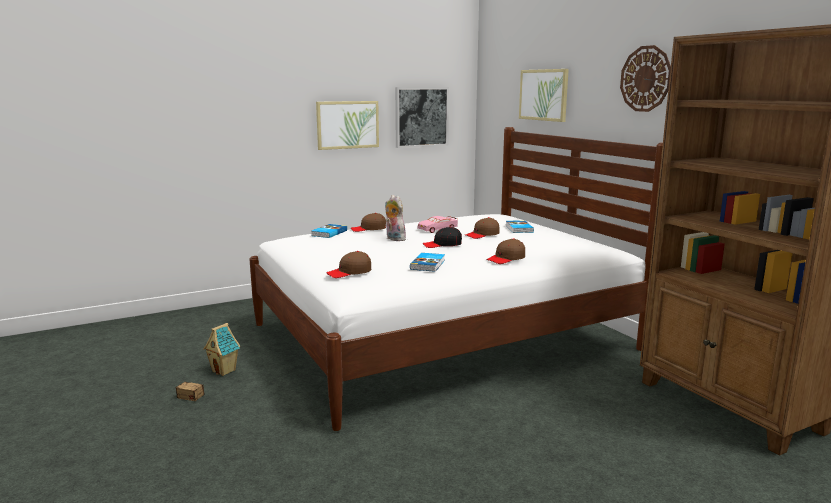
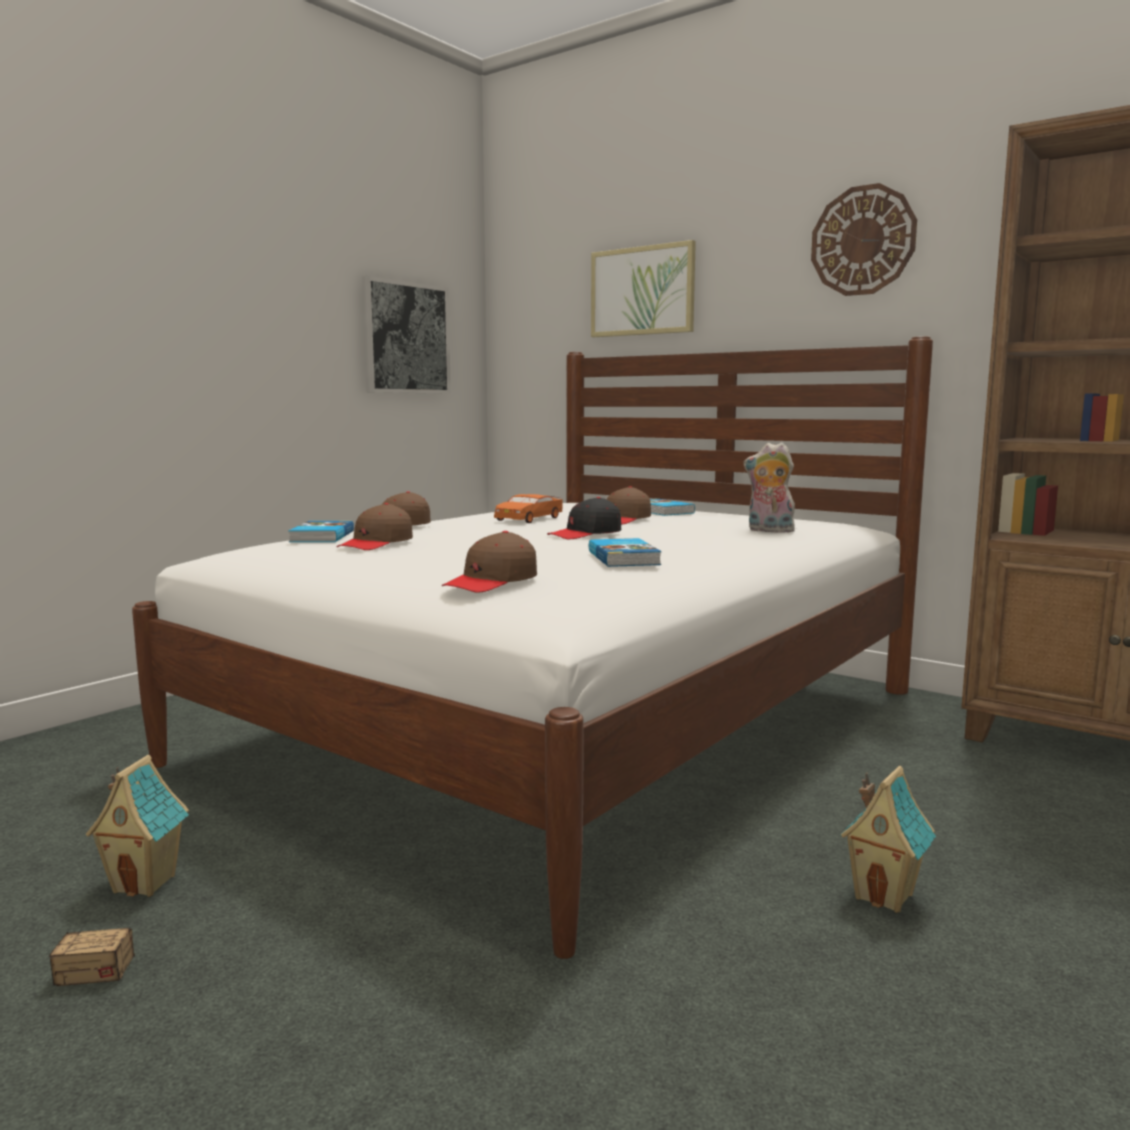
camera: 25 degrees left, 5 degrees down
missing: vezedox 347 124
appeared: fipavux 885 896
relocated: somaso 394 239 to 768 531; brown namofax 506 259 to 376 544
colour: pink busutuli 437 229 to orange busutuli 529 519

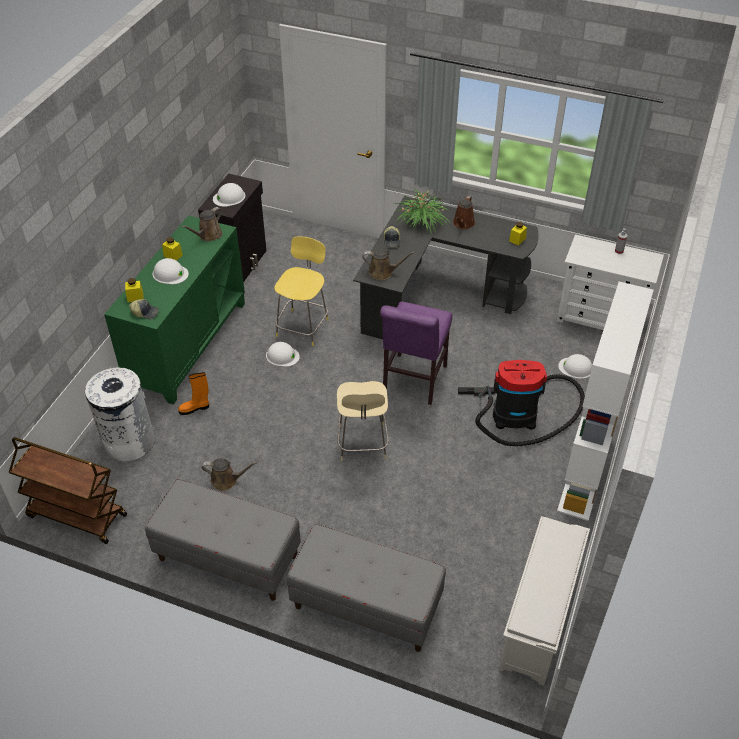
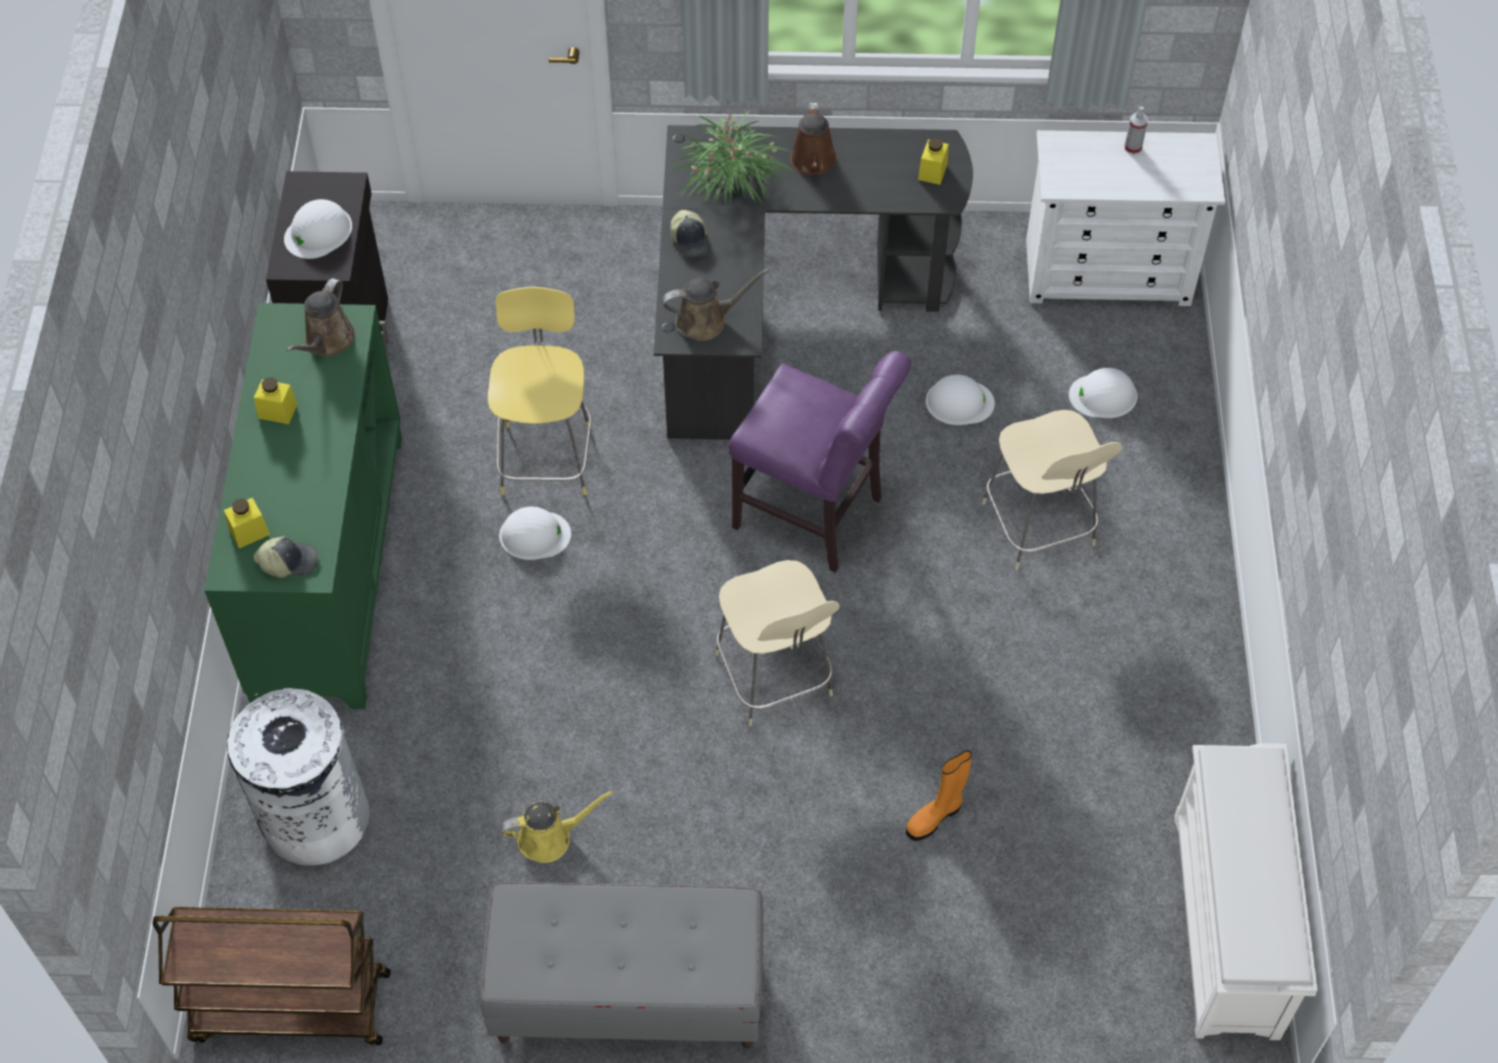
camera: 20 degrees left, 10 degrees up
missing: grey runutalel 366 606; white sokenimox 585 474
relocated: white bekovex 170 273 to 959 402; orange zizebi 195 408 to 935 817
exchanged: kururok 519 415 to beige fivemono 1039 527
colour: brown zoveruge 226 480 to yellow zoveruge 550 837
spun: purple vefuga 413 382 = 814 516 60 degrees counterclockwise

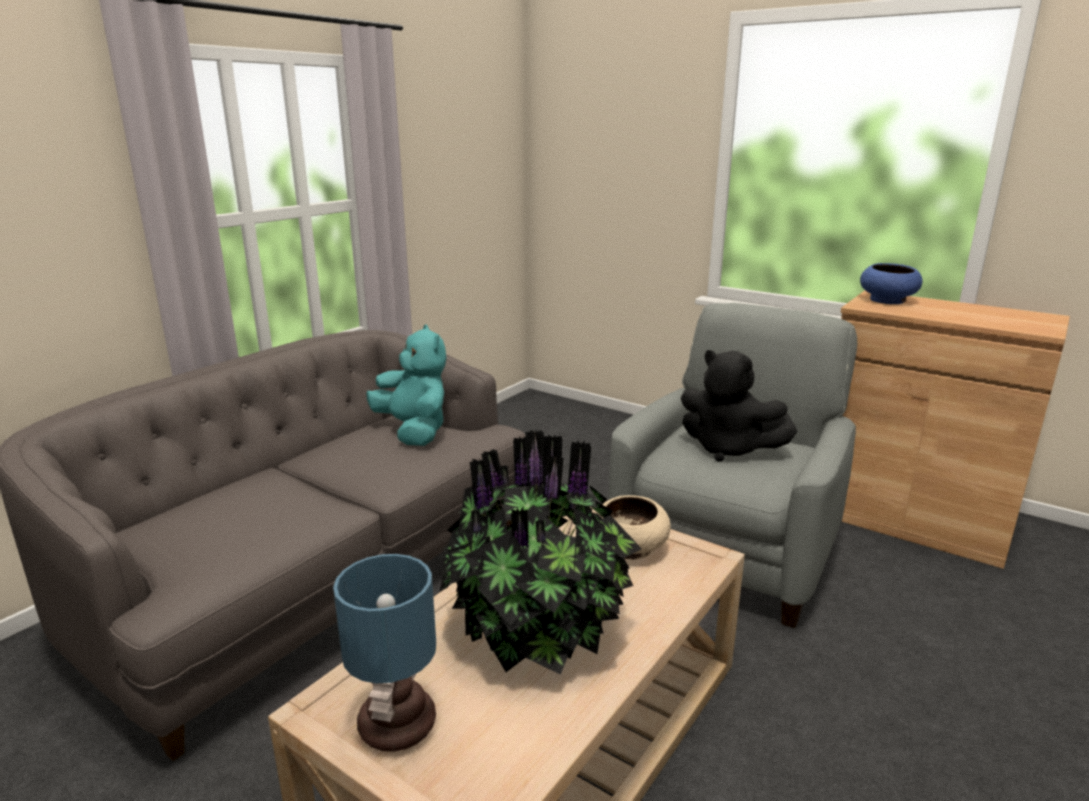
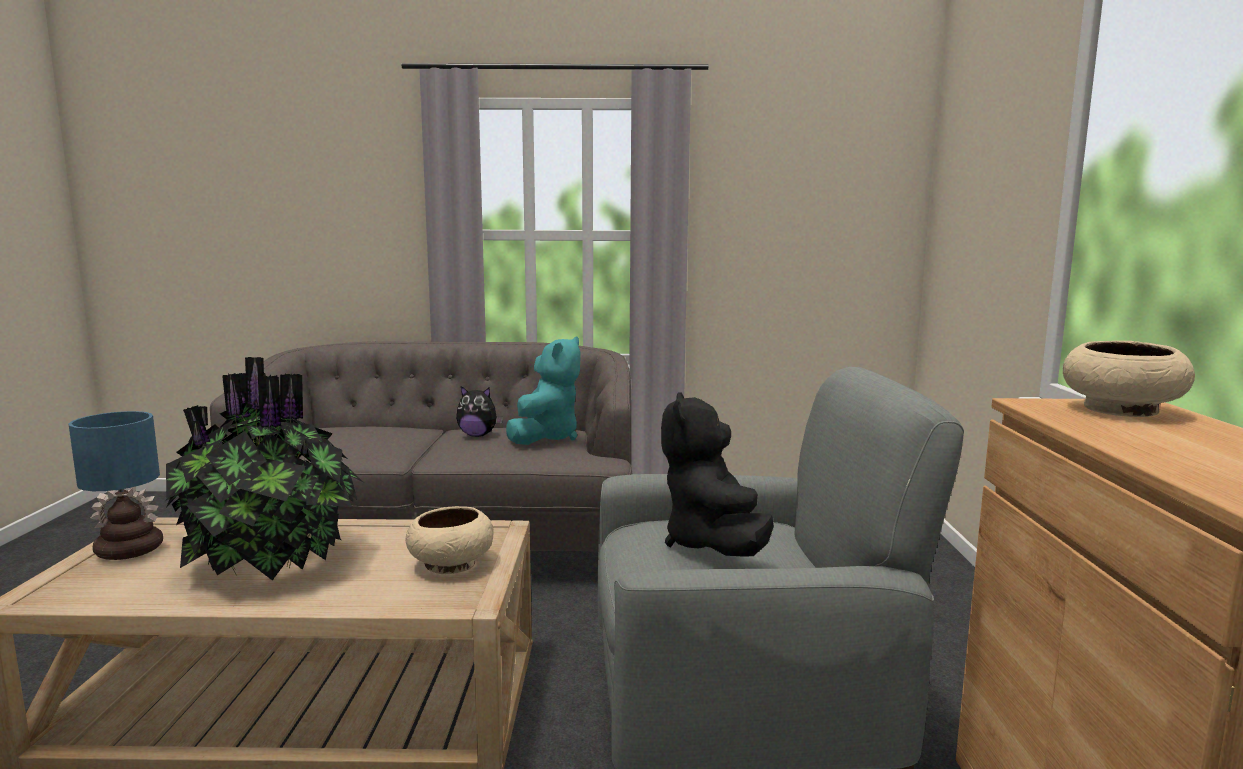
camera: 55 degrees right, 10 degrees down
appeared: somaso 478 435
colour: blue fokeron 888 300 to beige fokeron 1121 411

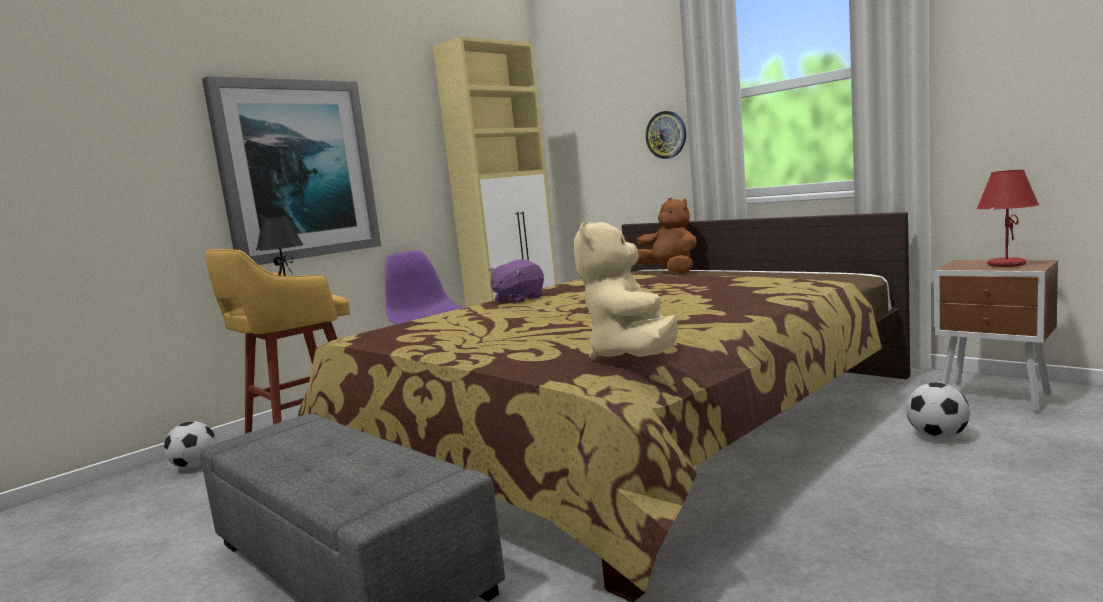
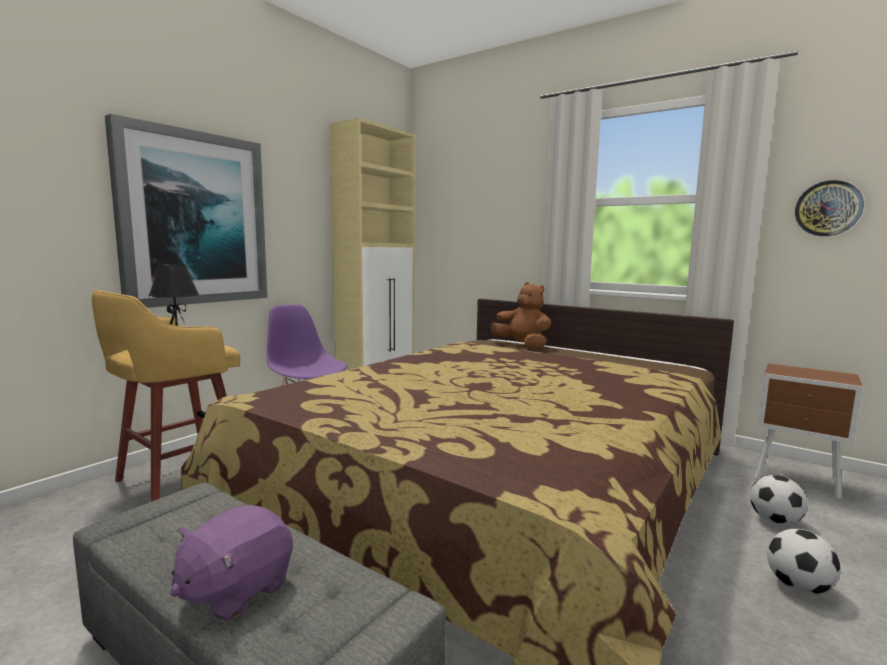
camera: 10 degrees left, 0 degrees up
missing: beige somaso 633 356; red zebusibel 1006 264
relocated: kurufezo 195 466 to 798 587; purple somaso 518 300 to 235 590; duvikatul 666 135 to 828 208

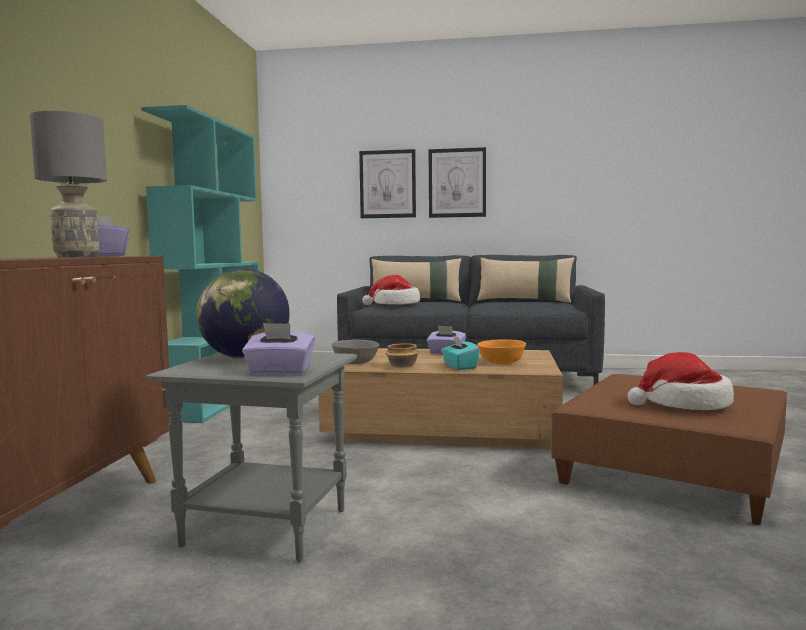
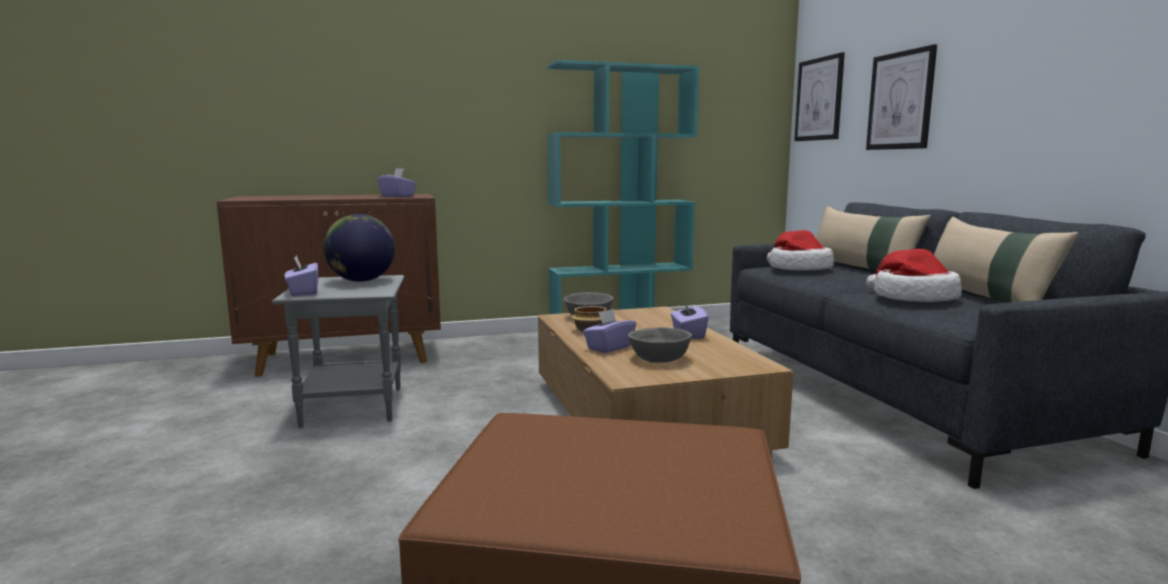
camera: 65 degrees right, 5 degrees up
missing: grey zebusibel 77 257
relocated: vezedox 457 183 to 819 99; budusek 683 404 to 912 298
colour: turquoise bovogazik 459 367 to purple bovogazik 609 347; orange fokeron 501 362 to grey fokeron 658 359

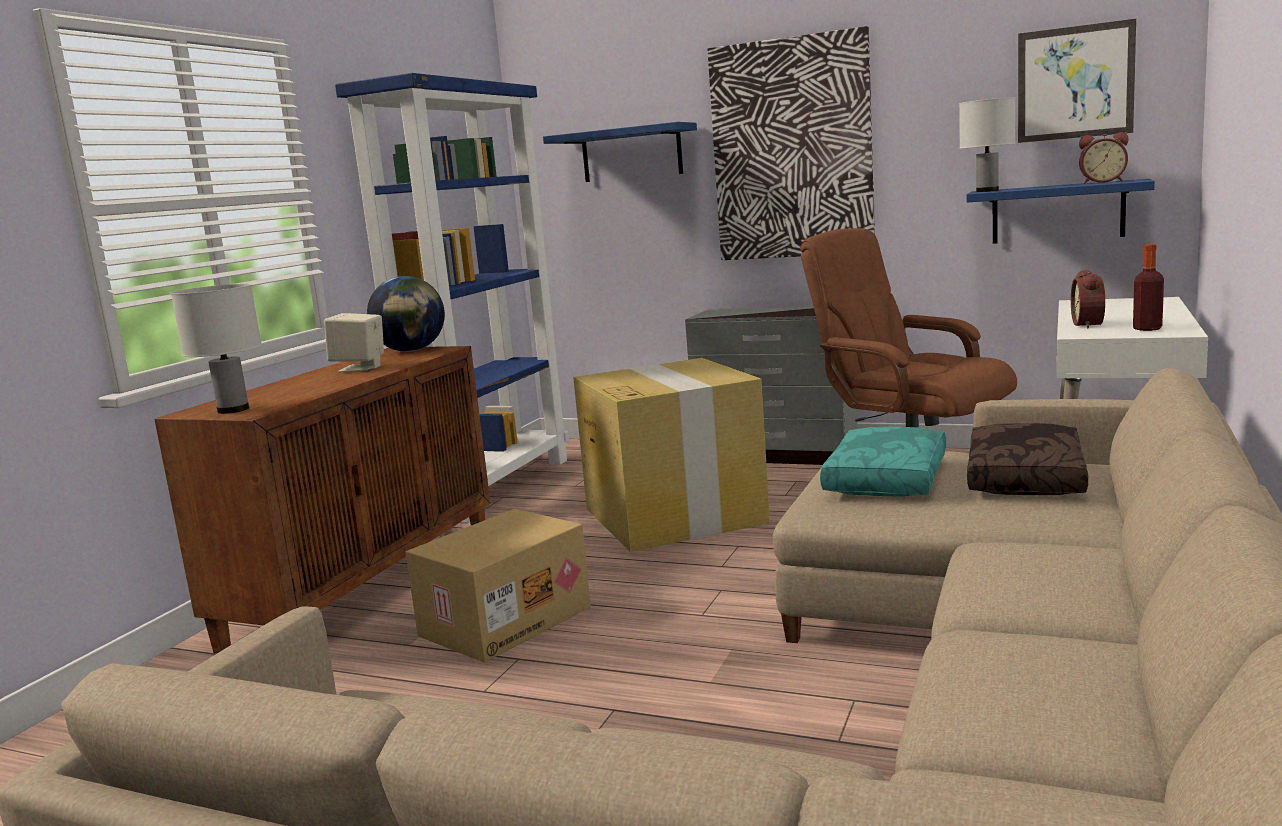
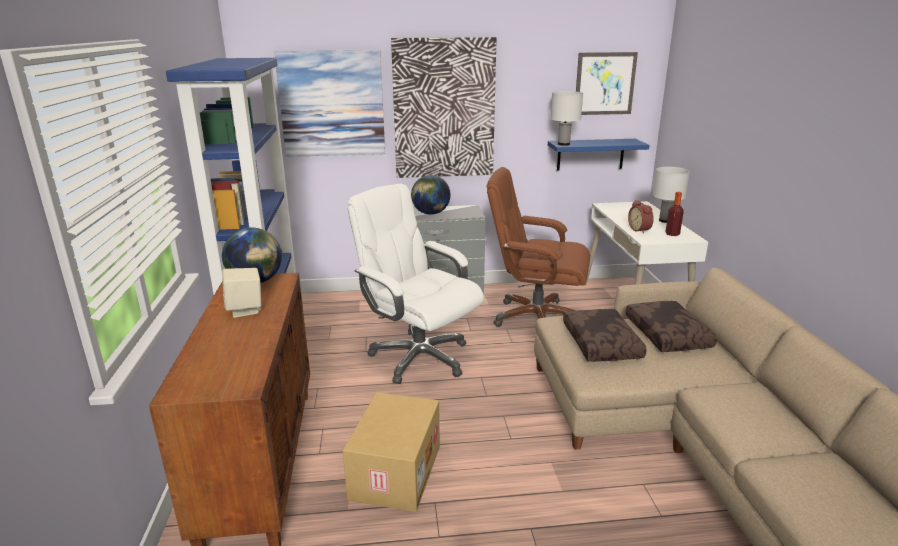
camera: 30 degrees left, 10 degrees up
missing: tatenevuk 1102 182
appeared: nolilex 430 213
relocated: white zebusibel 232 410 to 665 221
exchanged: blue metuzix 631 154 to vezedox 332 104; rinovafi 673 515 to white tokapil 418 357
colour: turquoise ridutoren 888 480 to brown ridutoren 602 344

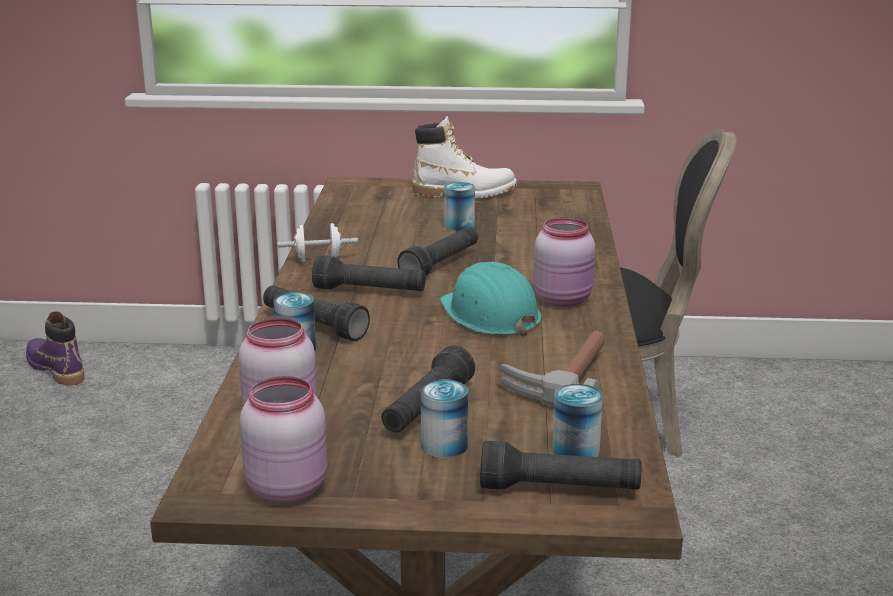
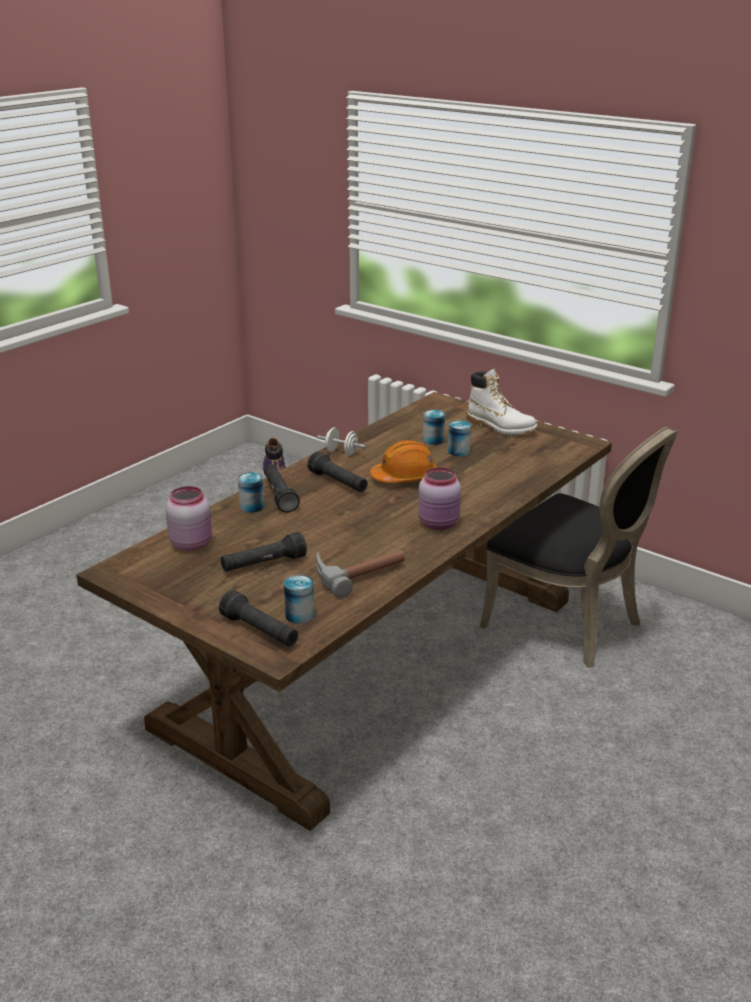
camera: 35 degrees right, 5 degrees up
missing: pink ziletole 287 486; turquoise bekovex 490 314
relocated: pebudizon 444 445 to 433 440
exchanged: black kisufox 441 265 to orange bekovex 404 477

